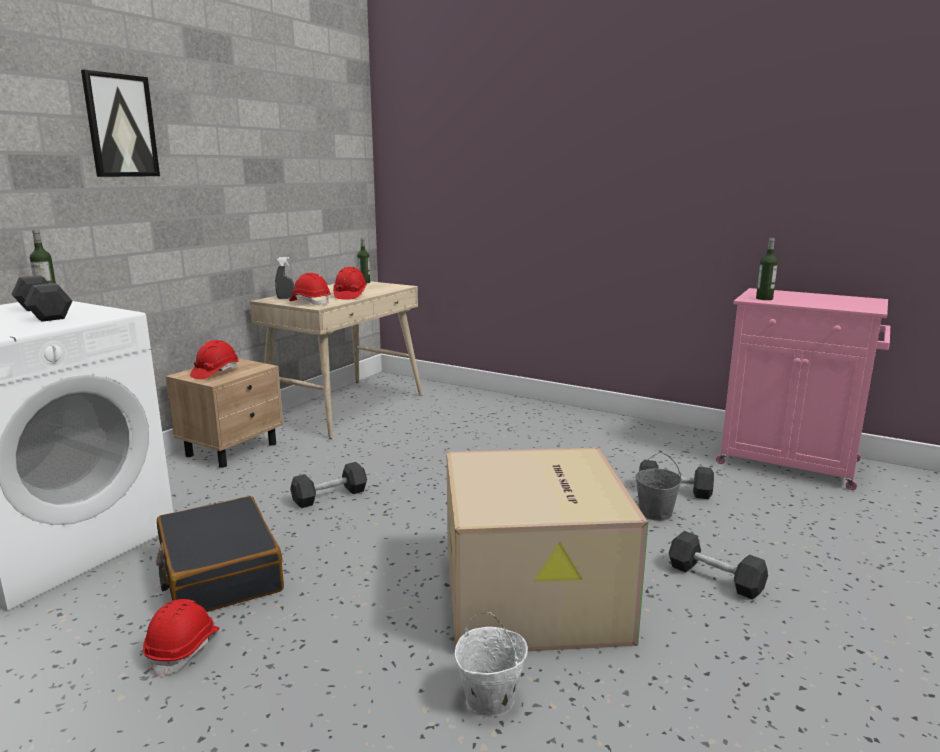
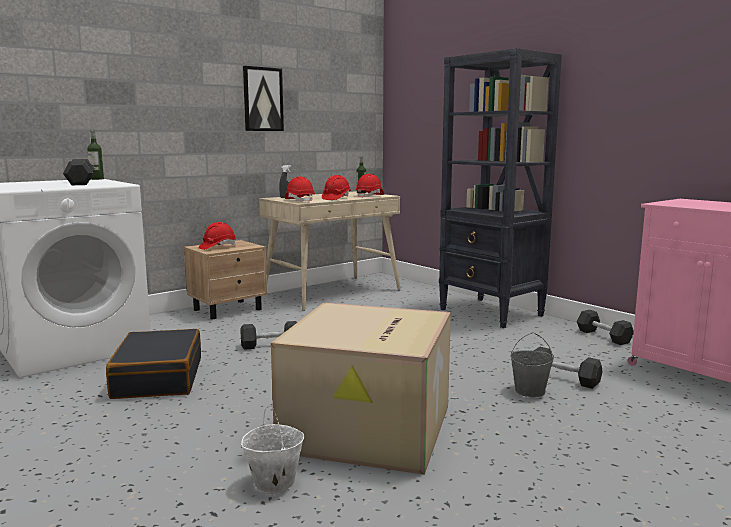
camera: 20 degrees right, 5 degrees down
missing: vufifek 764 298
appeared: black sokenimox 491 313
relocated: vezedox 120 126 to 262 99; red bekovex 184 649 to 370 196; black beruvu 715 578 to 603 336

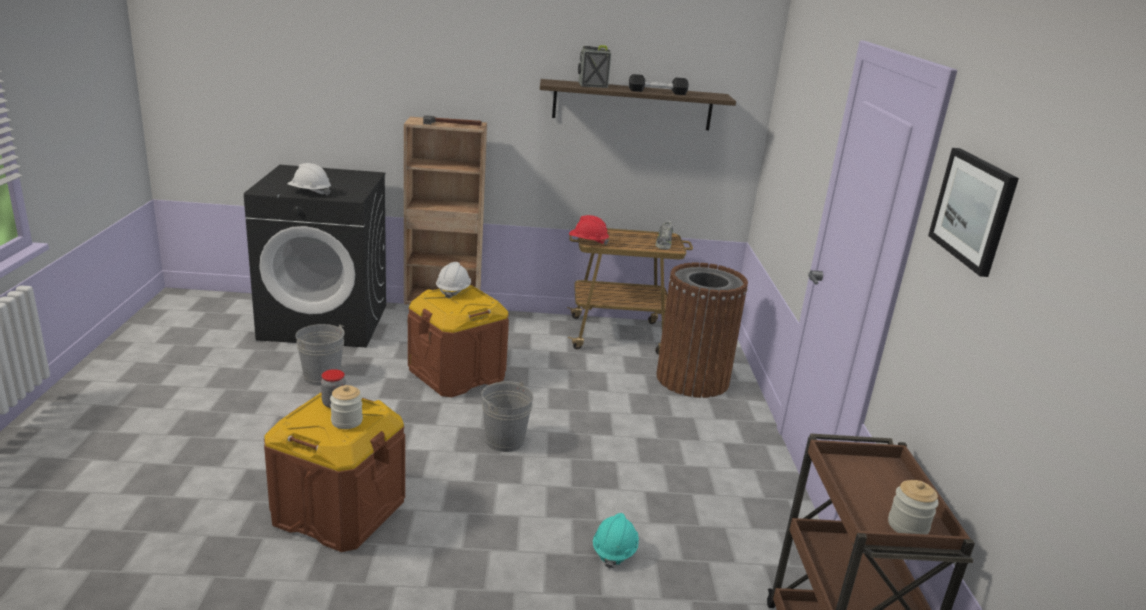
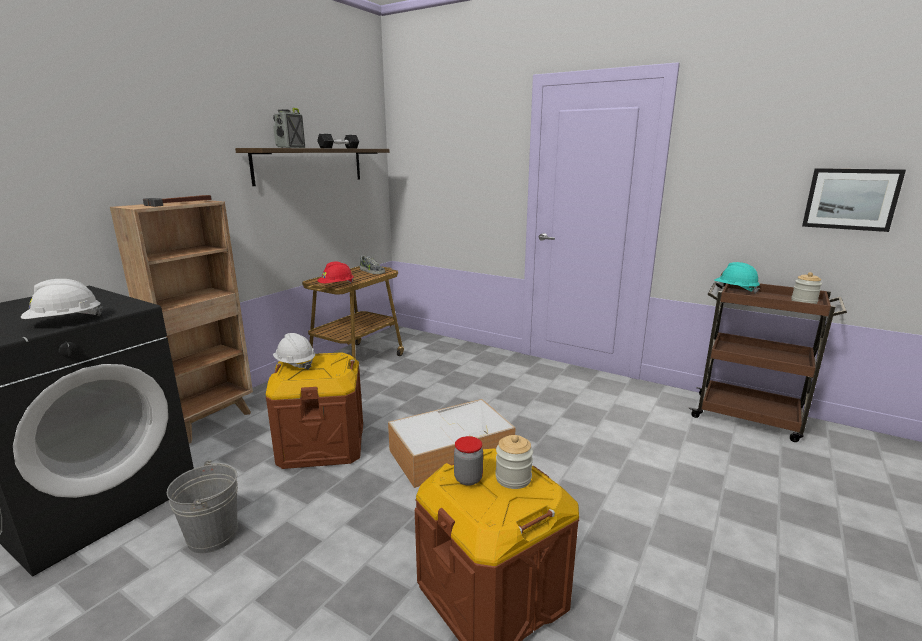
camera: 55 degrees left, 5 degrees down
missing: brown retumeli 692 379
relocated: turquoise bekovex 614 551 to 734 290; vezedox 973 209 to 850 199
exchanged: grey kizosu 505 441 to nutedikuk 452 452

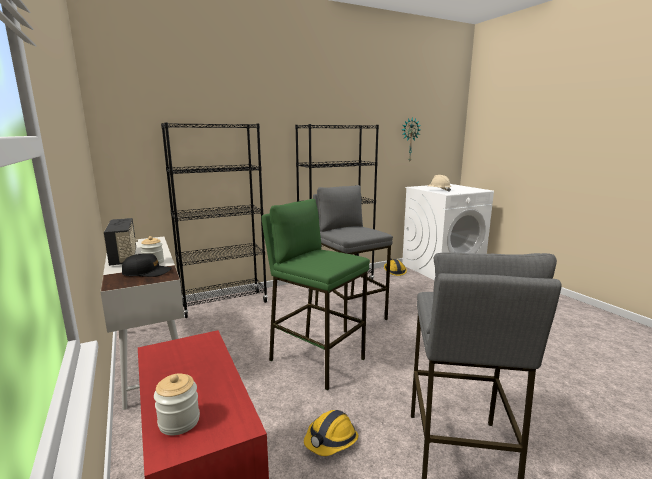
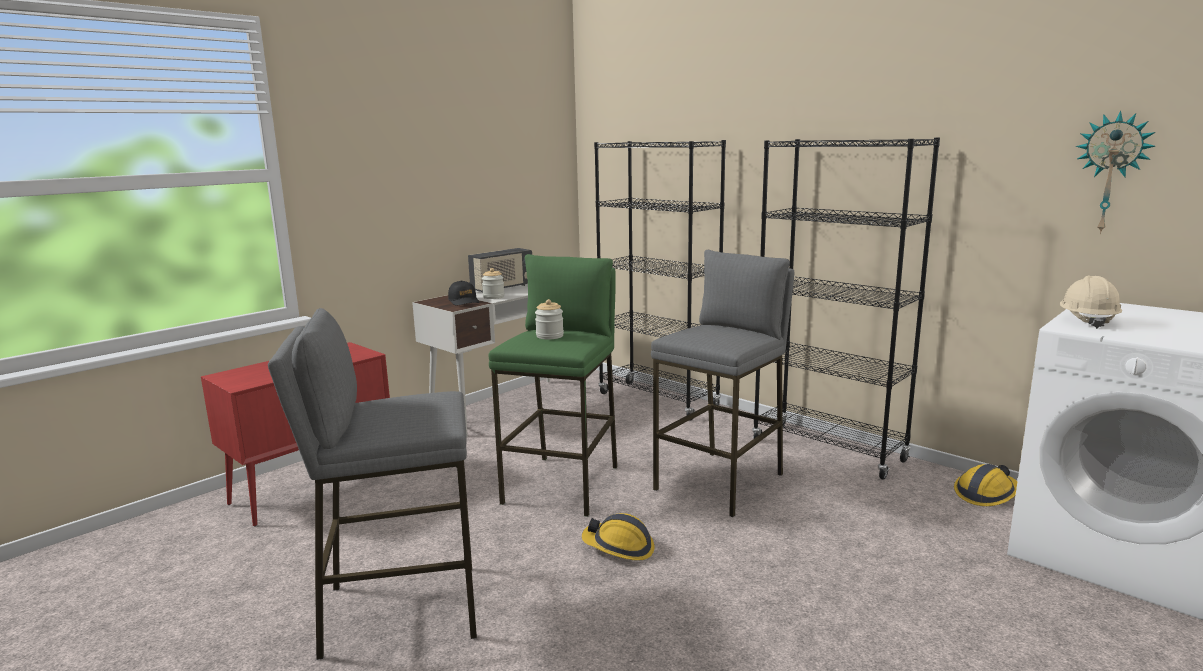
camera: 70 degrees right, 0 degrees up
relocated: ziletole 179 421 to 549 336; bekovex 331 440 to 619 547

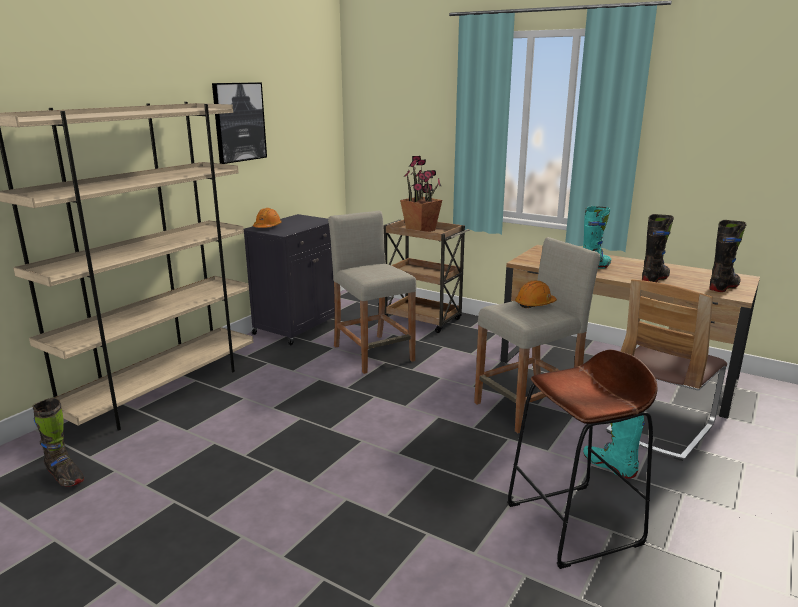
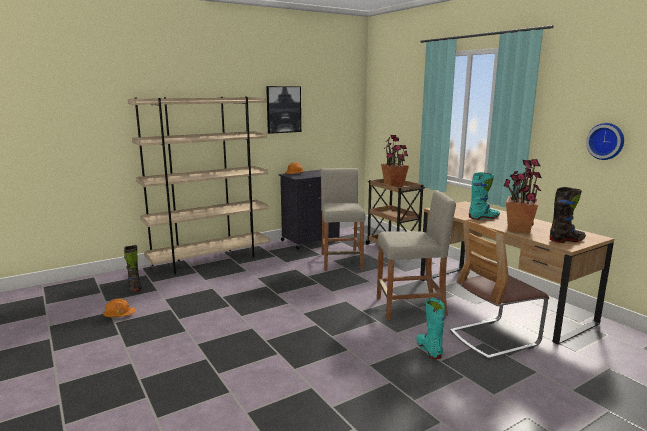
camera: 25 degrees right, 5 degrees down
missing: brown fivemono 574 524
appeared: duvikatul 606 141
relocated: orange bekovex 535 304 to 119 315
exchanged: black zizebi 655 279 to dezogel 519 229

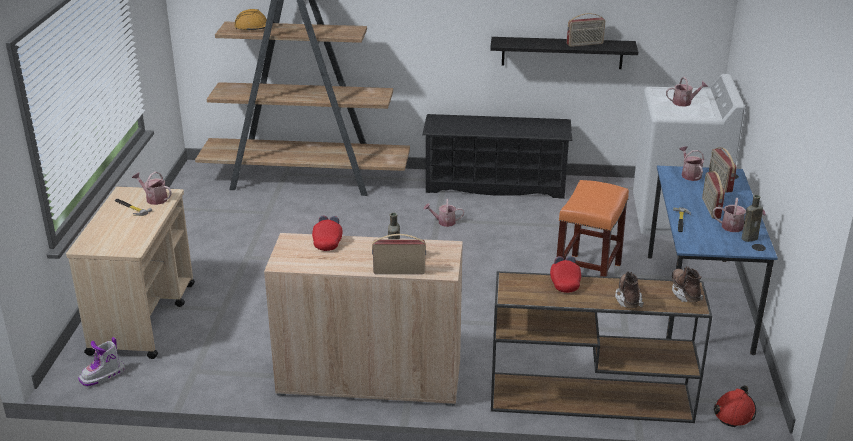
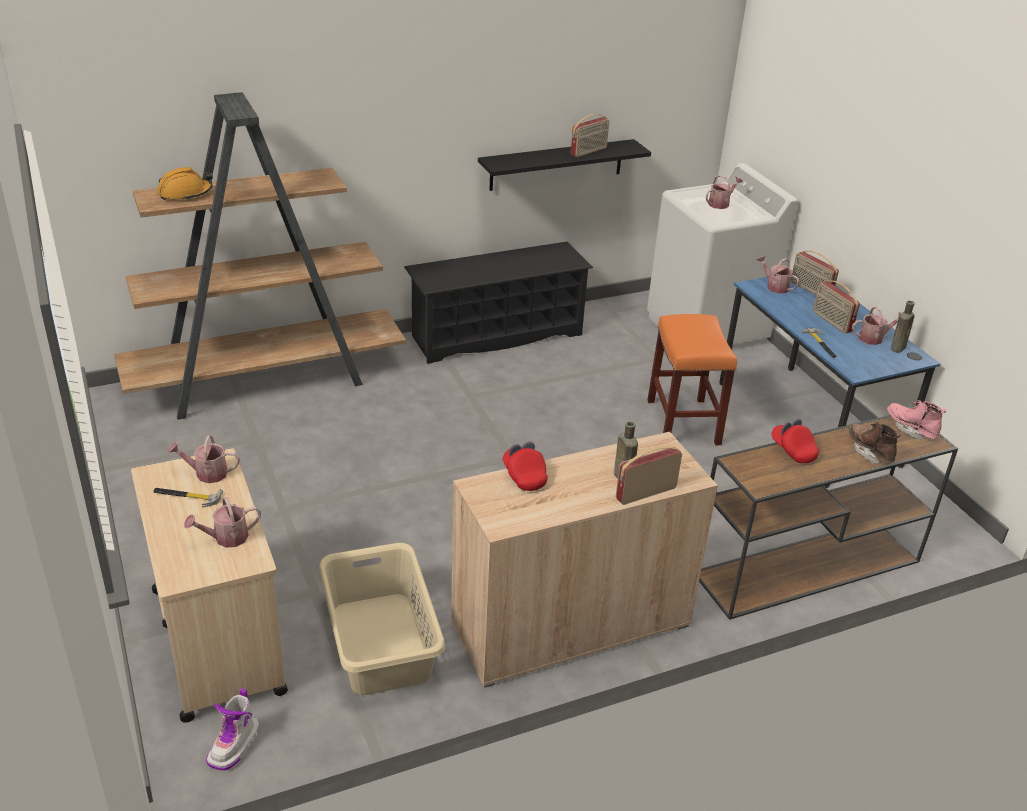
camera: 30 degrees left, 5 degrees up
missing: red bekovex 734 412
appeared: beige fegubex 382 642
relocated: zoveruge 444 222 to 226 538
colour: brown zizebi 685 293 to pink zizebi 911 429

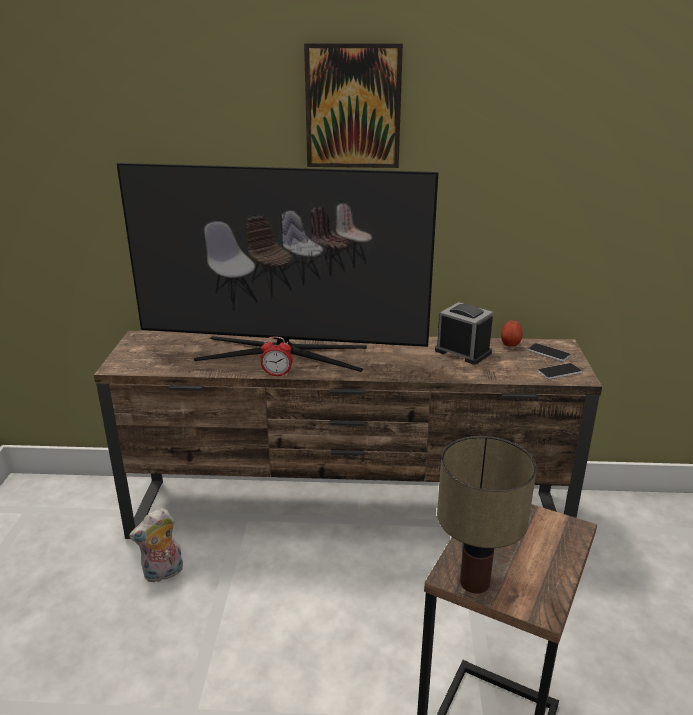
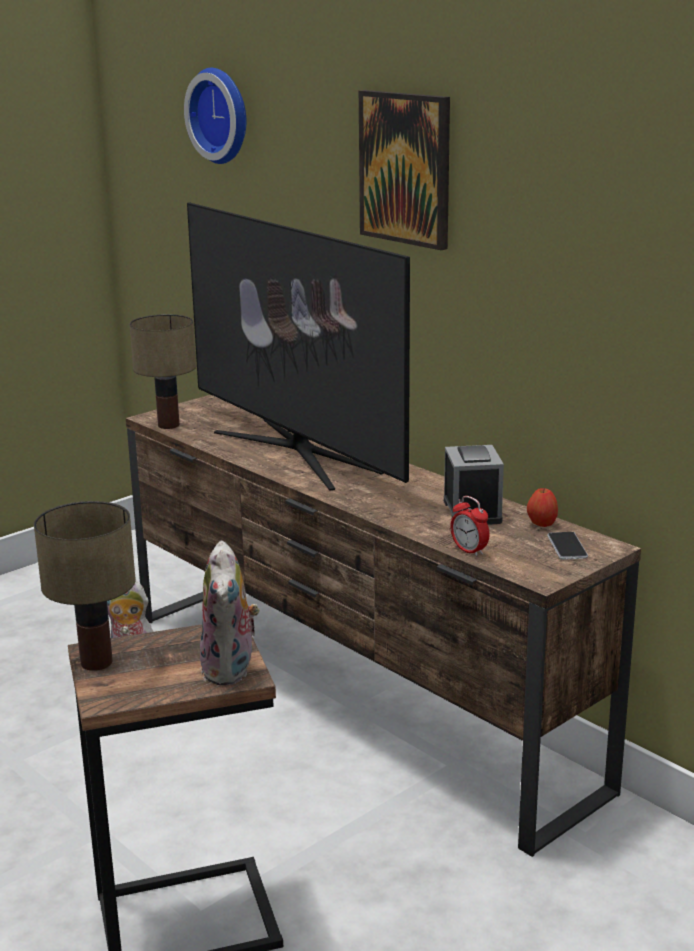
camera: 45 degrees right, 5 degrees down
missing: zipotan 559 372
appeared: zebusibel 169 425; duvikatul 222 115; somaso 231 670
relocated: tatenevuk 277 374 to 469 551

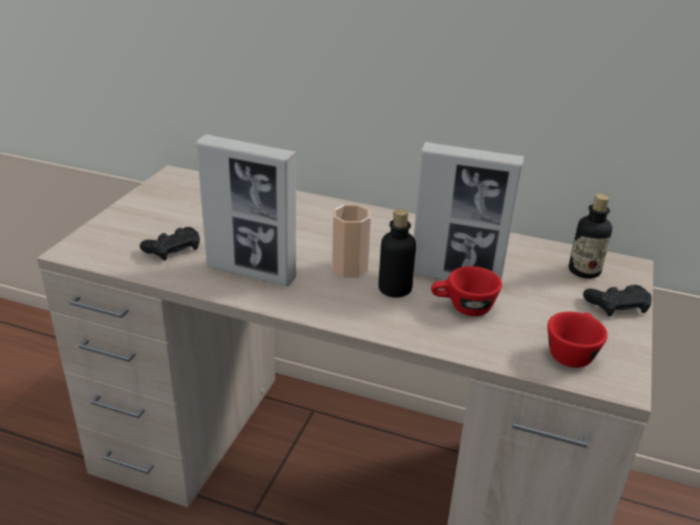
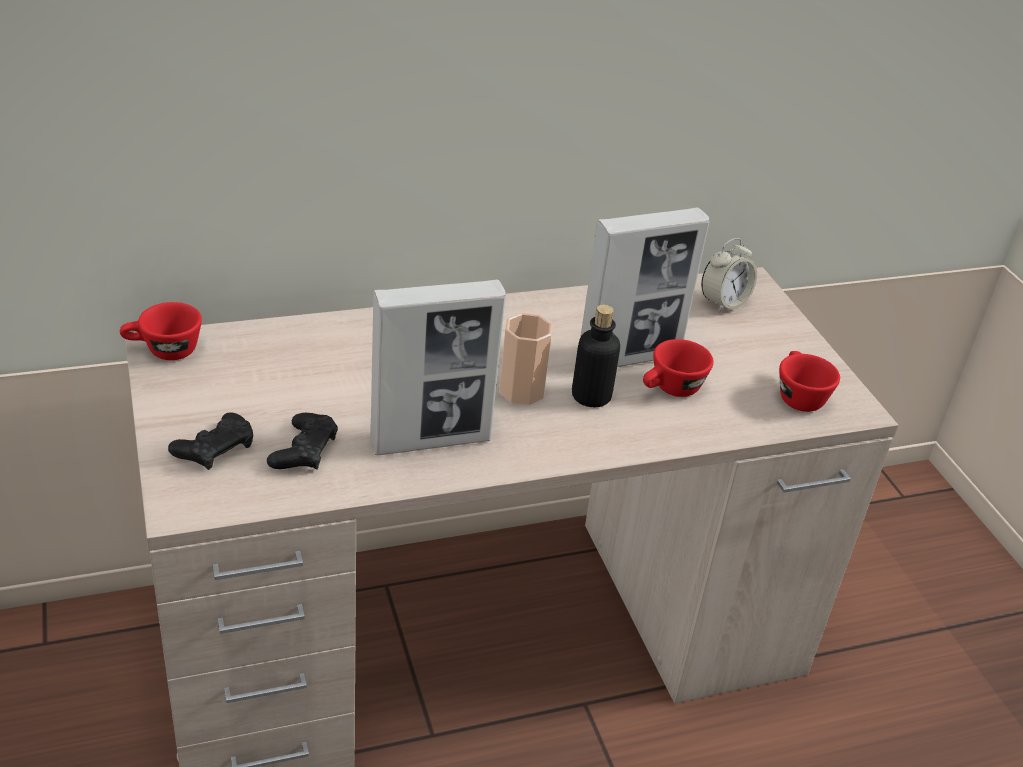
camera: 40 degrees left, 5 degrees up
appeared: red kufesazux 163 351
relocated: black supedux 617 305 to 215 448
exchanged: vufifek 584 271 to tatenevuk 723 303

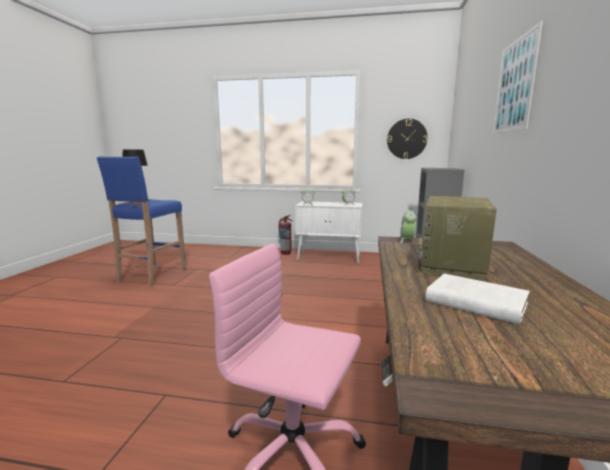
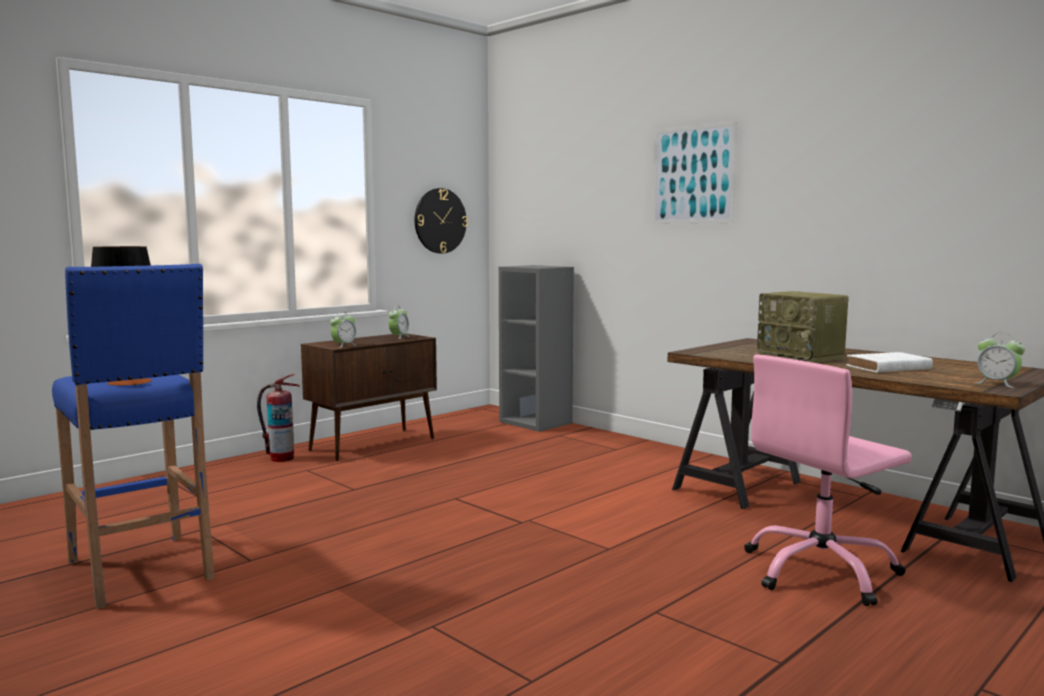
camera: 55 degrees left, 5 degrees down
relocated: tatenevuk 407 241 to 997 384
colour: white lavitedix 329 258 to brown lavitedix 374 444

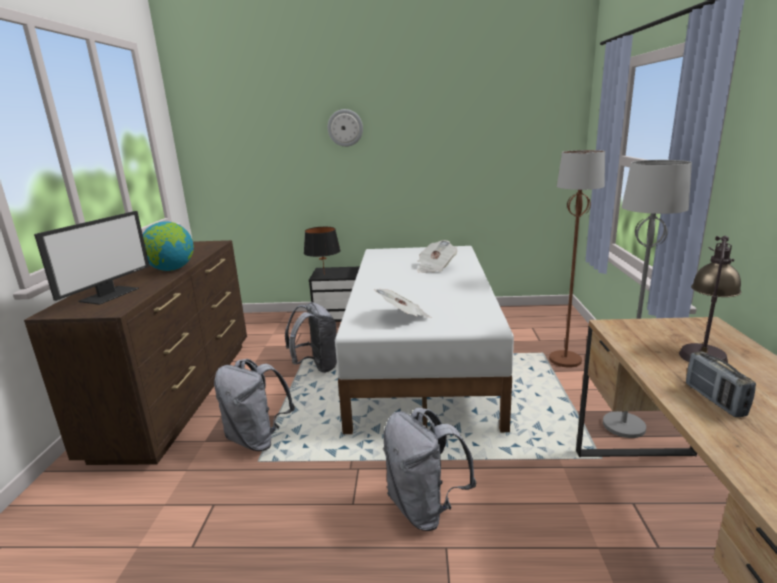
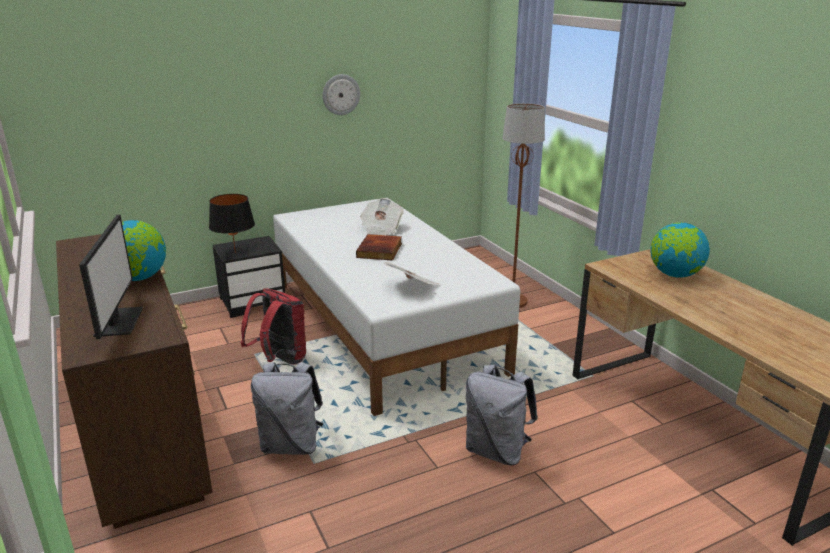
camera: 30 degrees left, 5 degrees up
missing: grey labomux 624 426; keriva 714 400
appeared: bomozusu 380 250
relocated: duvikatul 345 128 to 341 94
exchanged: zebusibel 703 350 to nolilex 674 275
colour: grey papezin 317 366 to red papezin 280 360

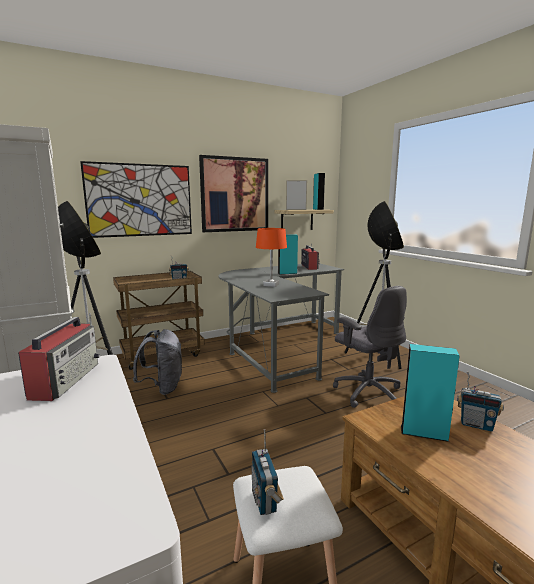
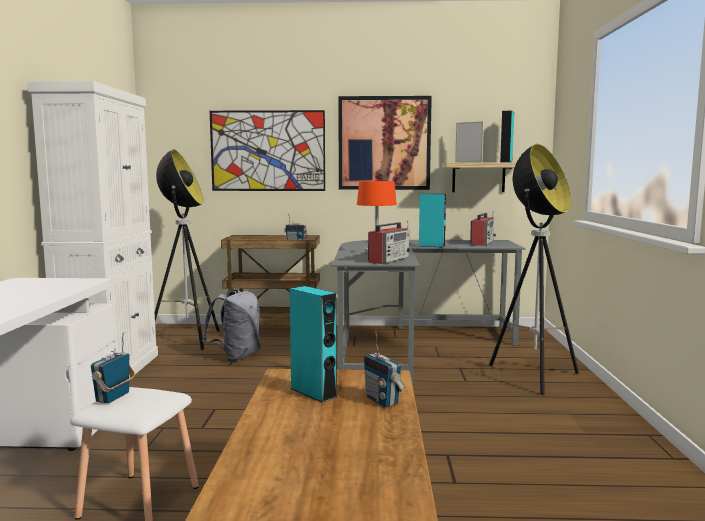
camera: 30 degrees right, 5 degrees down
missing: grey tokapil 367 392
relocated: keriva 66 379 to 389 260

